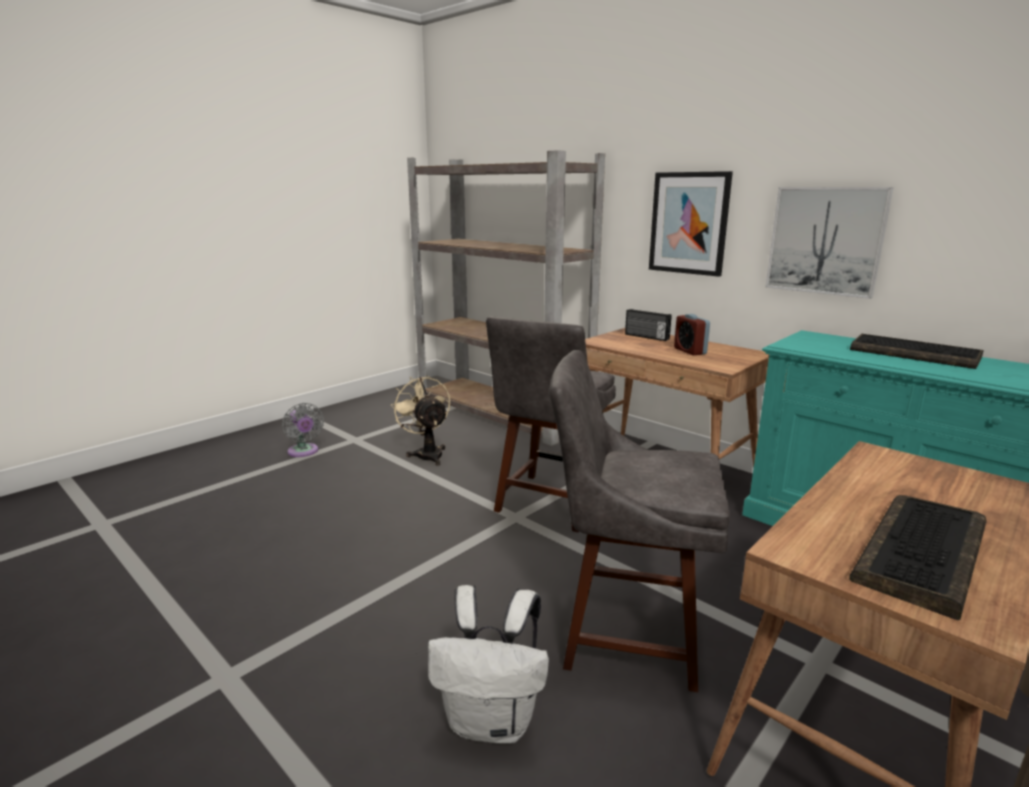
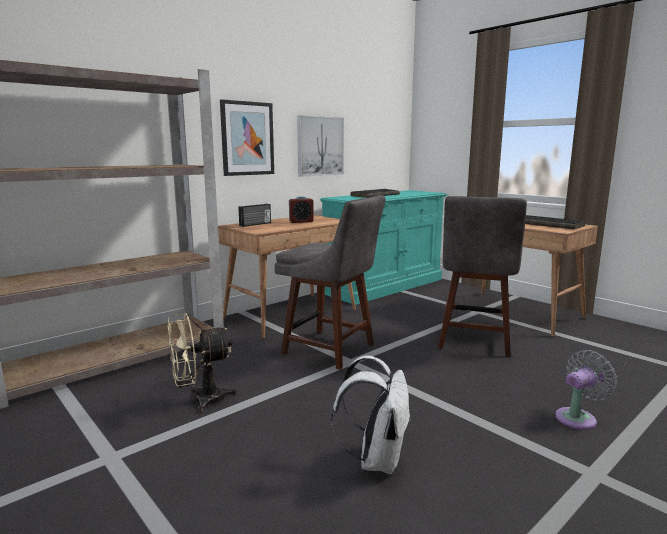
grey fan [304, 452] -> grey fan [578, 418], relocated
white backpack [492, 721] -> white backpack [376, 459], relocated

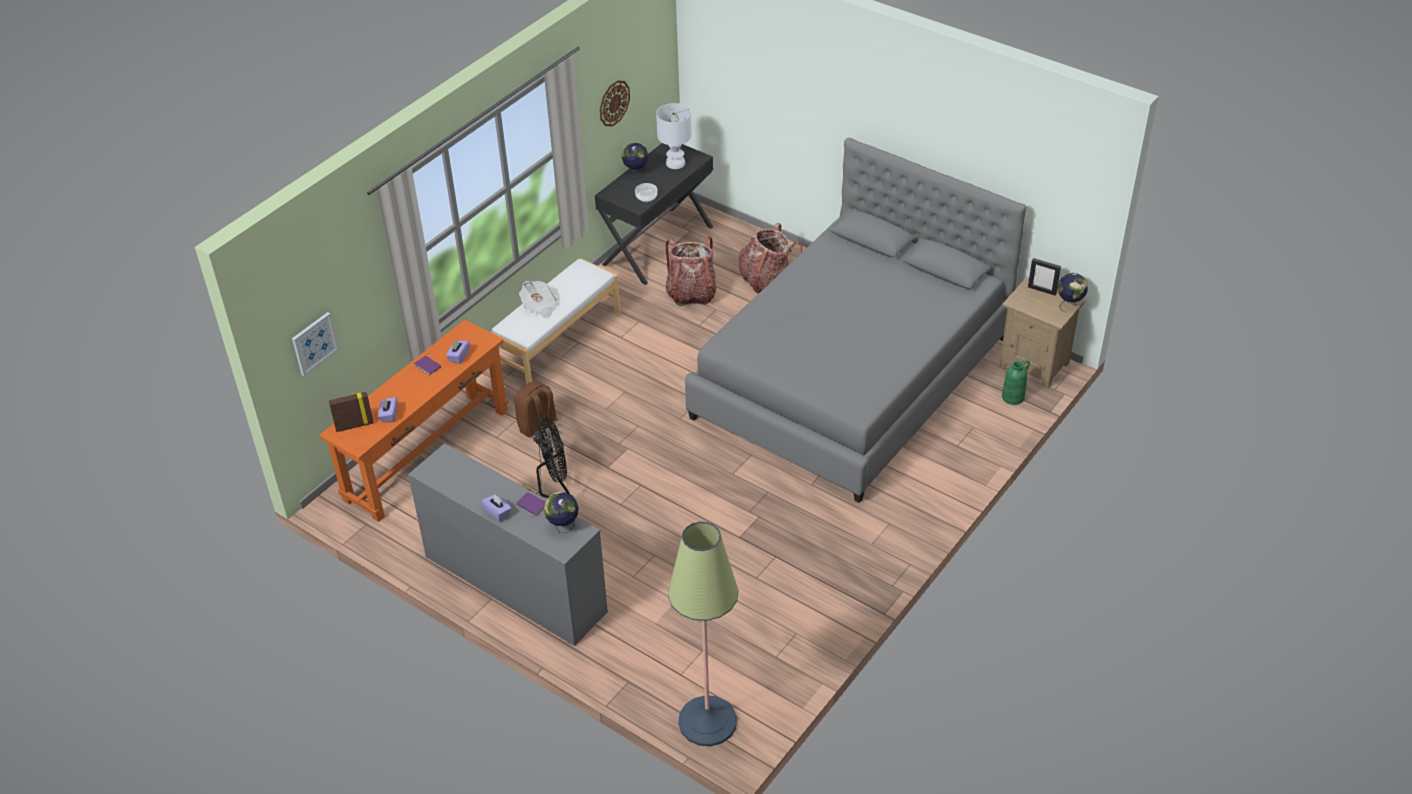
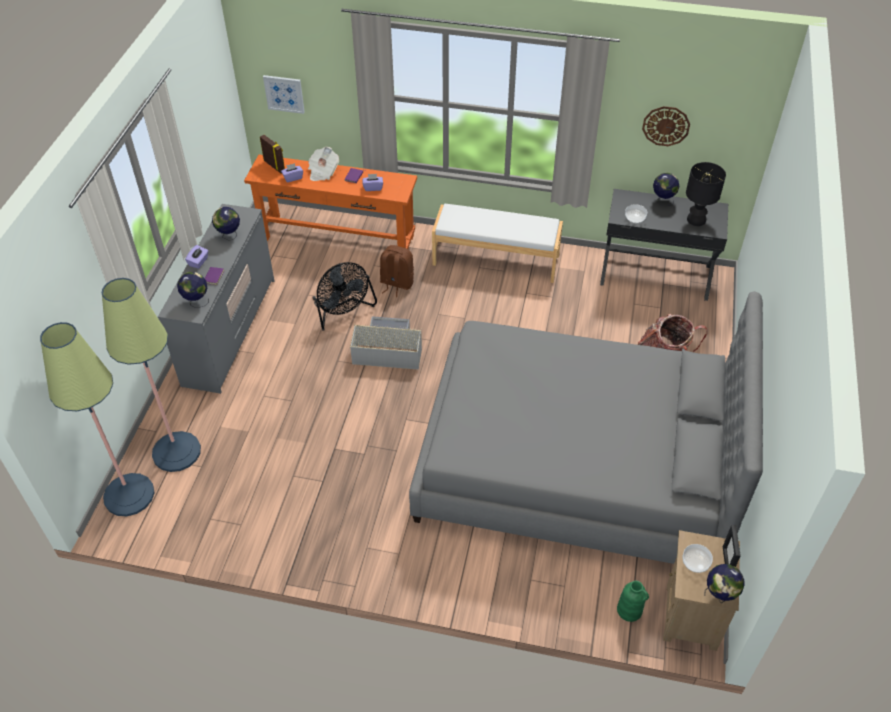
newspaper [540, 307] -> newspaper [323, 172], relocated
white table lamp [675, 163] -> black table lamp [696, 219]
backpack [691, 293] -> none
none -> floor lamp [176, 452]
none -> globe [229, 236]
none -> grey storage box [387, 350]
none -> bowl [695, 562]

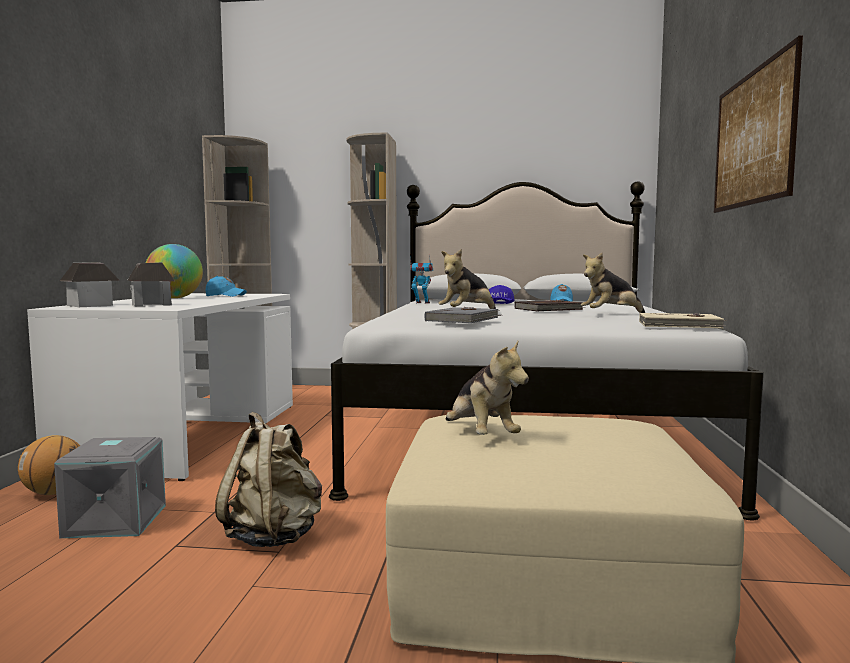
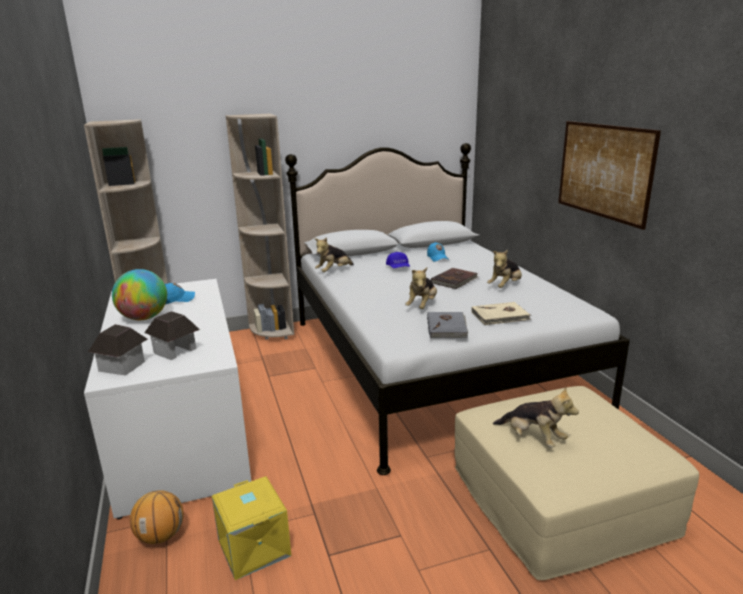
grey storage box [114, 521] -> yellow storage box [252, 548]
beige backpack [274, 537] -> none
toy robot [422, 303] -> plush toy [334, 271]
beige book [680, 325] -> beige book [500, 316], relocated

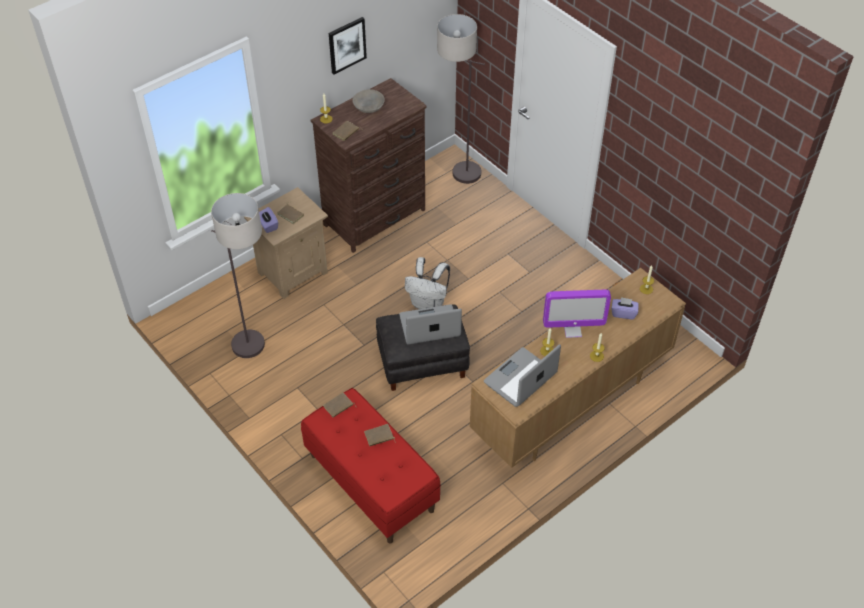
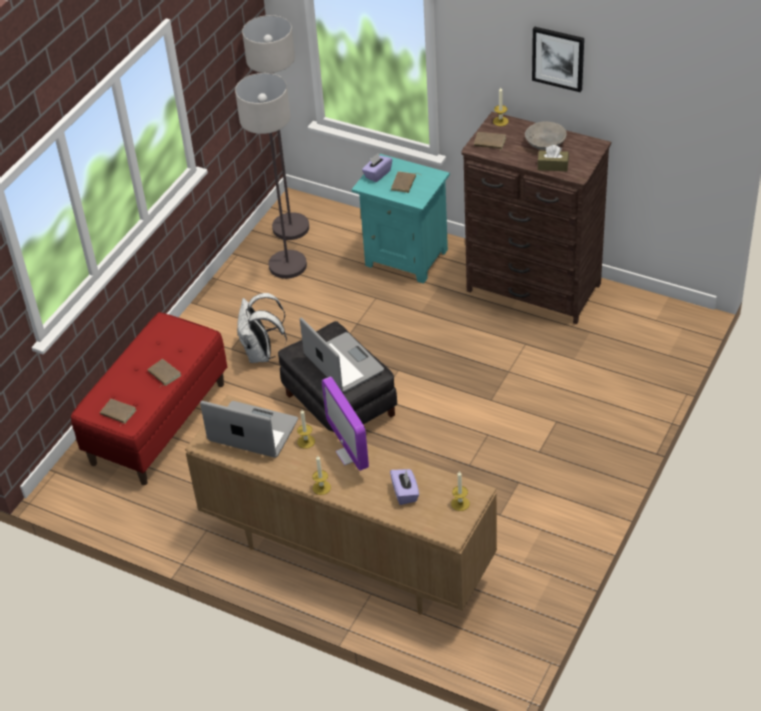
beige nightstand [294, 273] -> turquoise nightstand [406, 259]
brown book [338, 406] -> brown book [117, 413], relocated
white backpack [428, 304] -> white backpack [261, 354], relocated
grey floor lamp [458, 171] -> grey floor lamp [290, 220], relocated
none -> brown tissue box [552, 166]

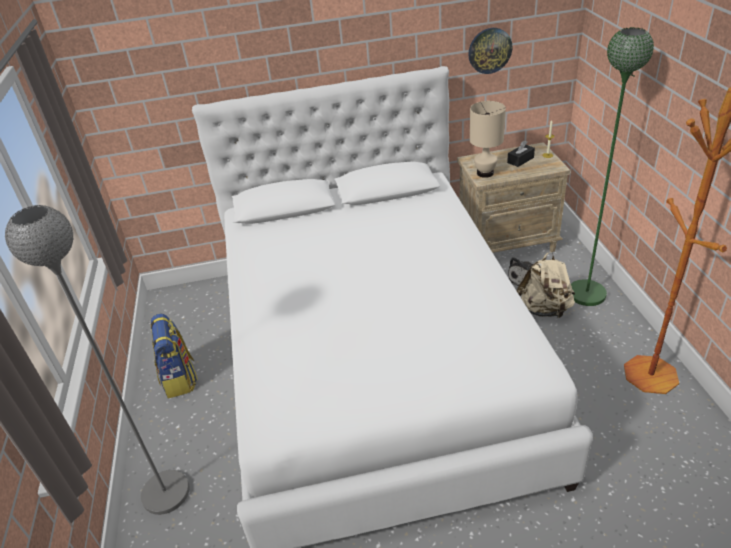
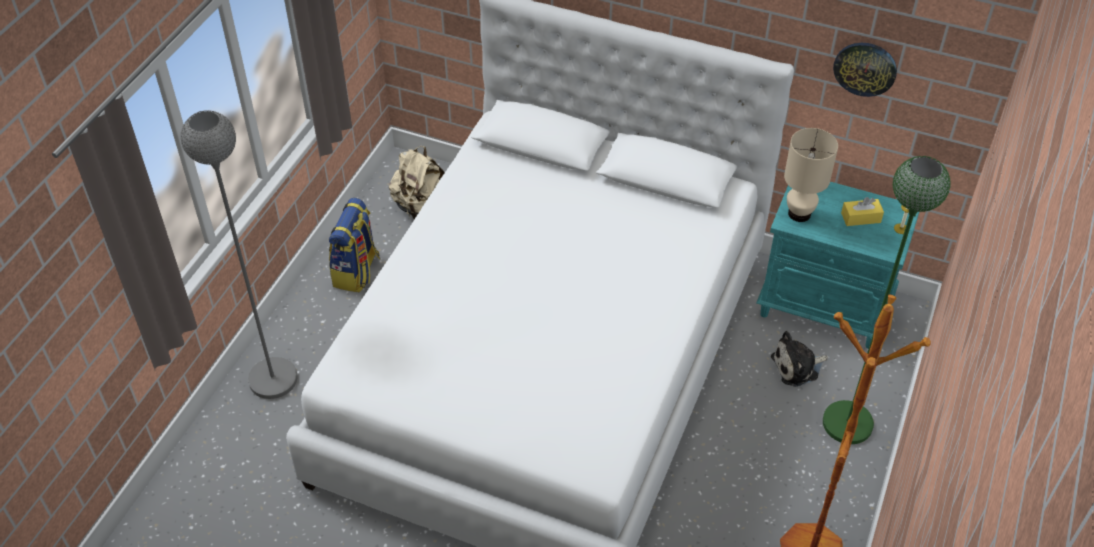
beige nightstand [507, 243] -> turquoise nightstand [825, 306]
black tissue box [520, 160] -> yellow tissue box [860, 218]
beige backpack [544, 309] -> beige backpack [420, 206], relocated

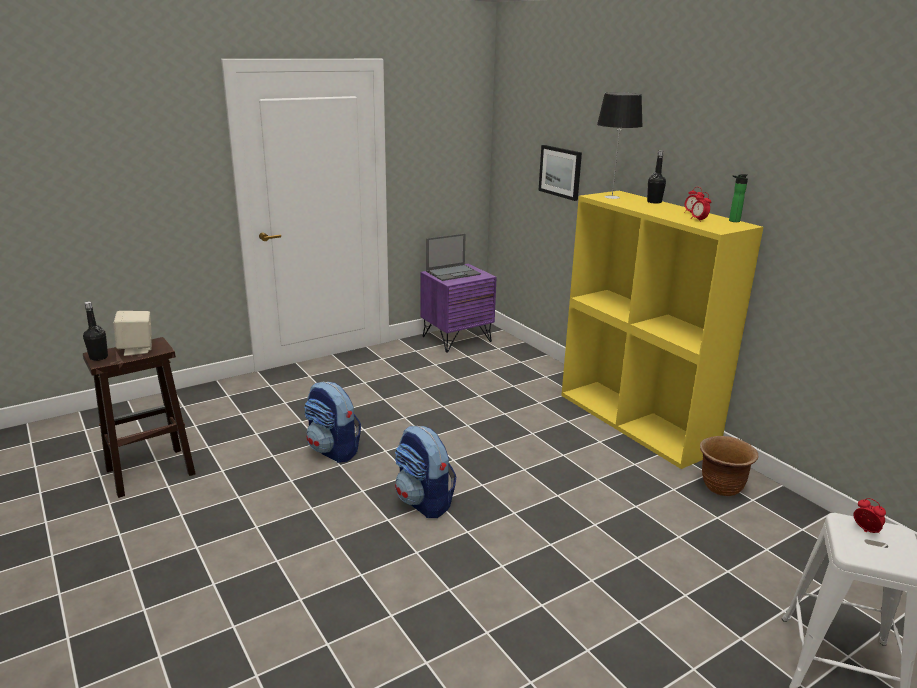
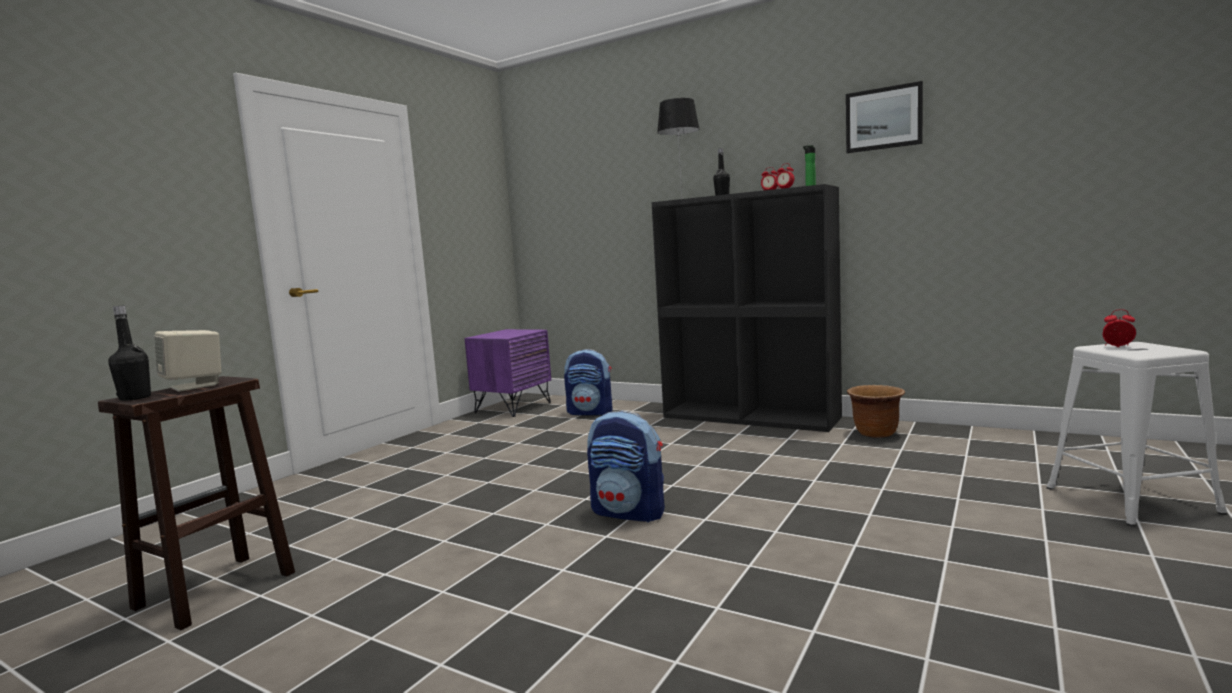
backpack [333, 451] -> backpack [591, 412], relocated
laptop [453, 273] -> none
picture [560, 172] -> picture [883, 118], relocated
yellow bookcase [636, 422] -> black bookcase [751, 417]

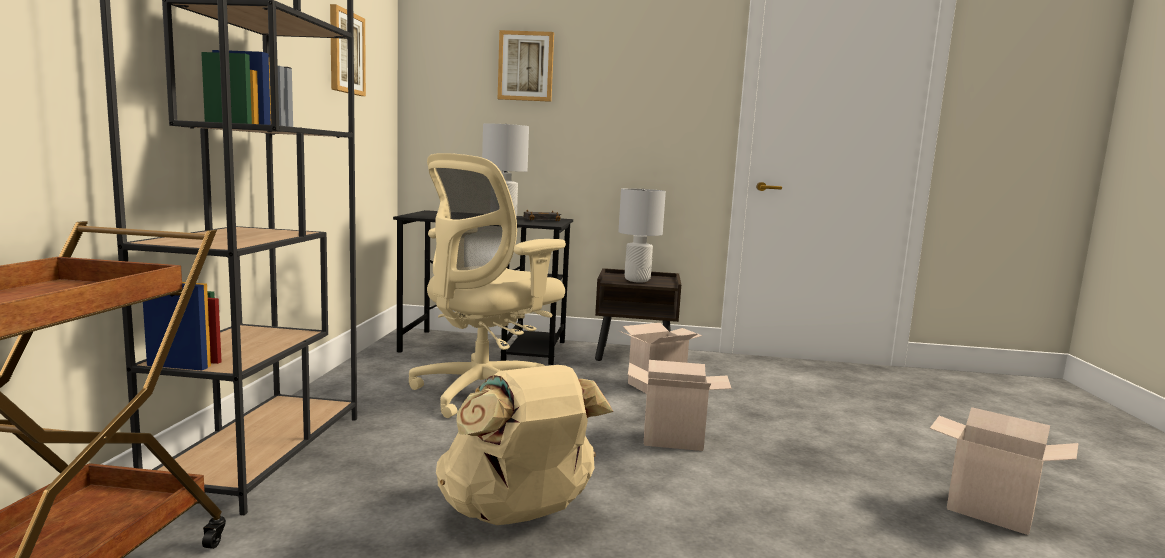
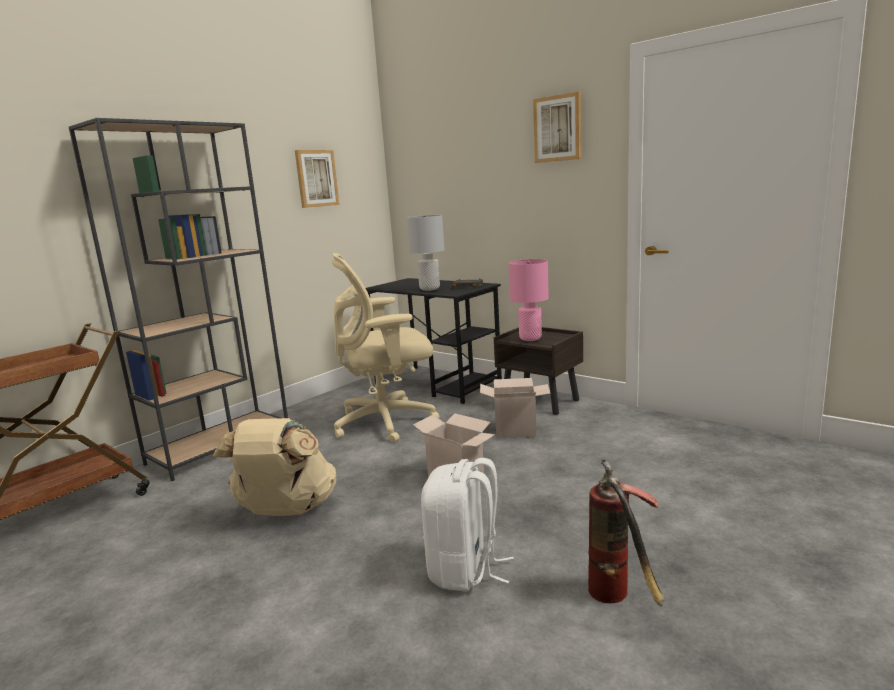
picture [526, 66] -> picture [558, 128], relocated
grey table lamp [637, 281] -> pink table lamp [530, 340]
cardboard box [986, 512] -> fire extinguisher [621, 598]
none -> white backpack [465, 569]

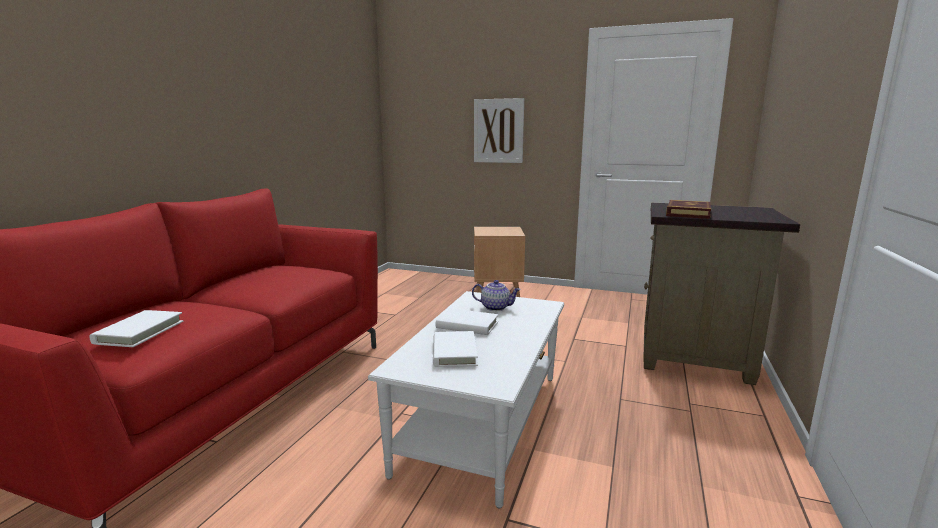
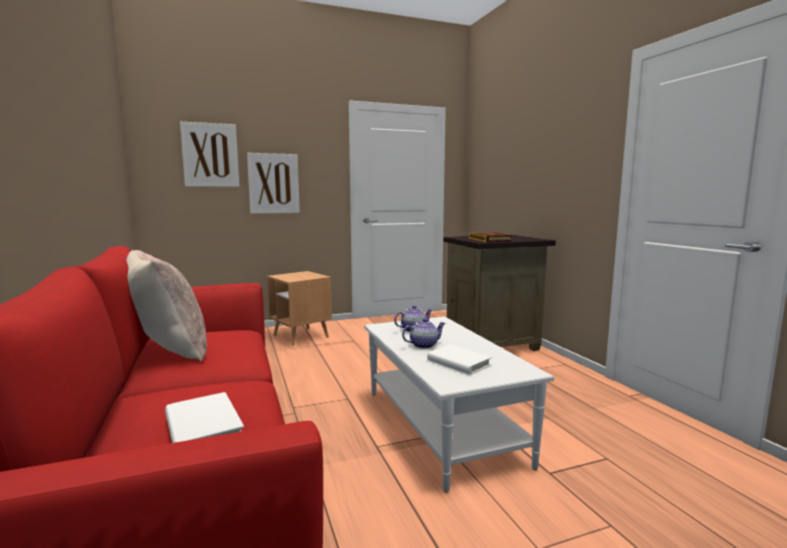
white book [467, 325] -> teapot [423, 345]
none -> beige pillow [168, 350]
none -> picture [210, 155]

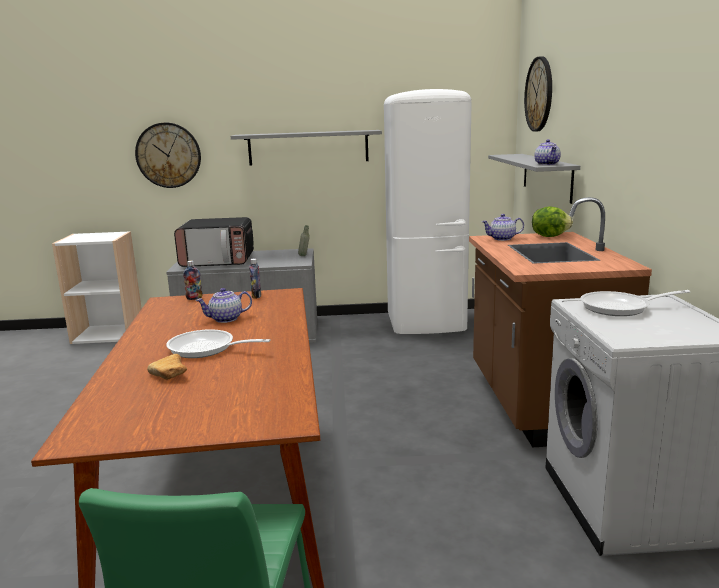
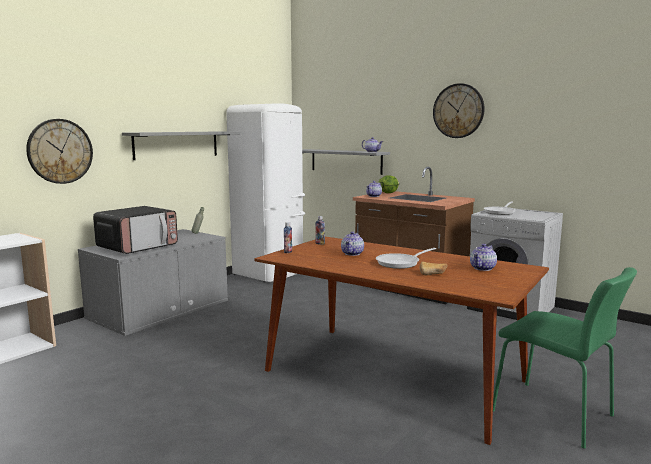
wall clock [539, 94] -> wall clock [458, 111], relocated
none -> teapot [483, 268]

